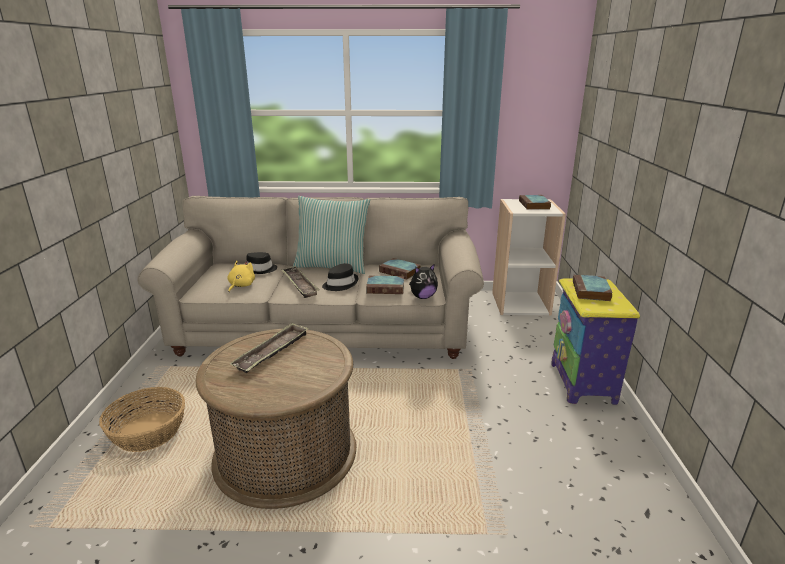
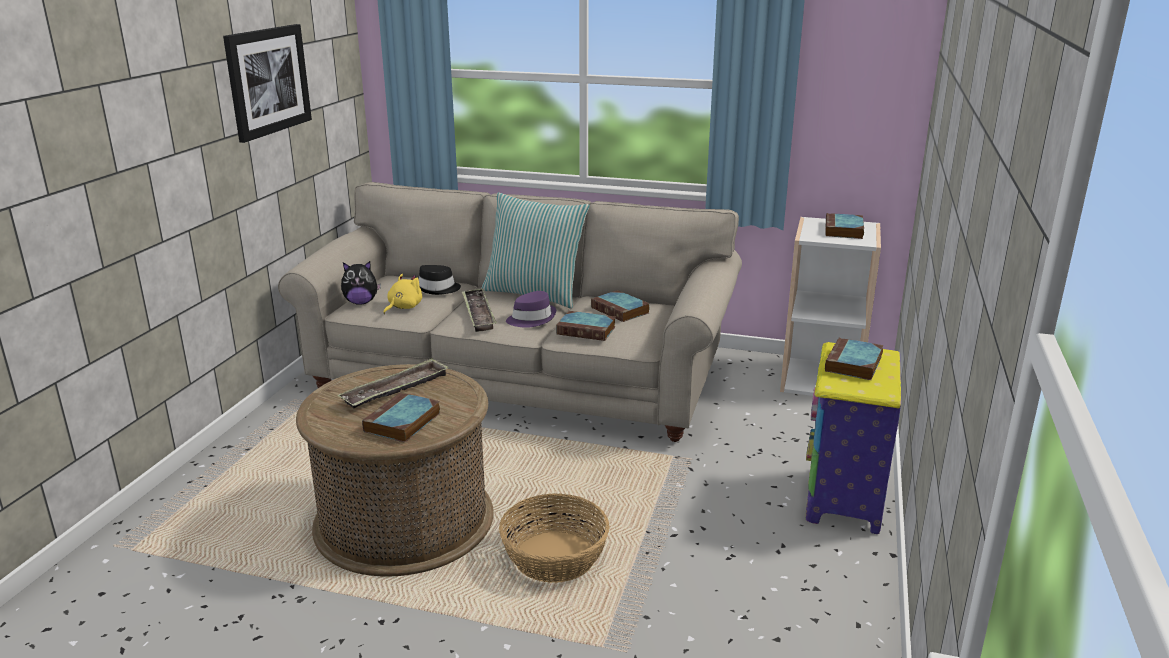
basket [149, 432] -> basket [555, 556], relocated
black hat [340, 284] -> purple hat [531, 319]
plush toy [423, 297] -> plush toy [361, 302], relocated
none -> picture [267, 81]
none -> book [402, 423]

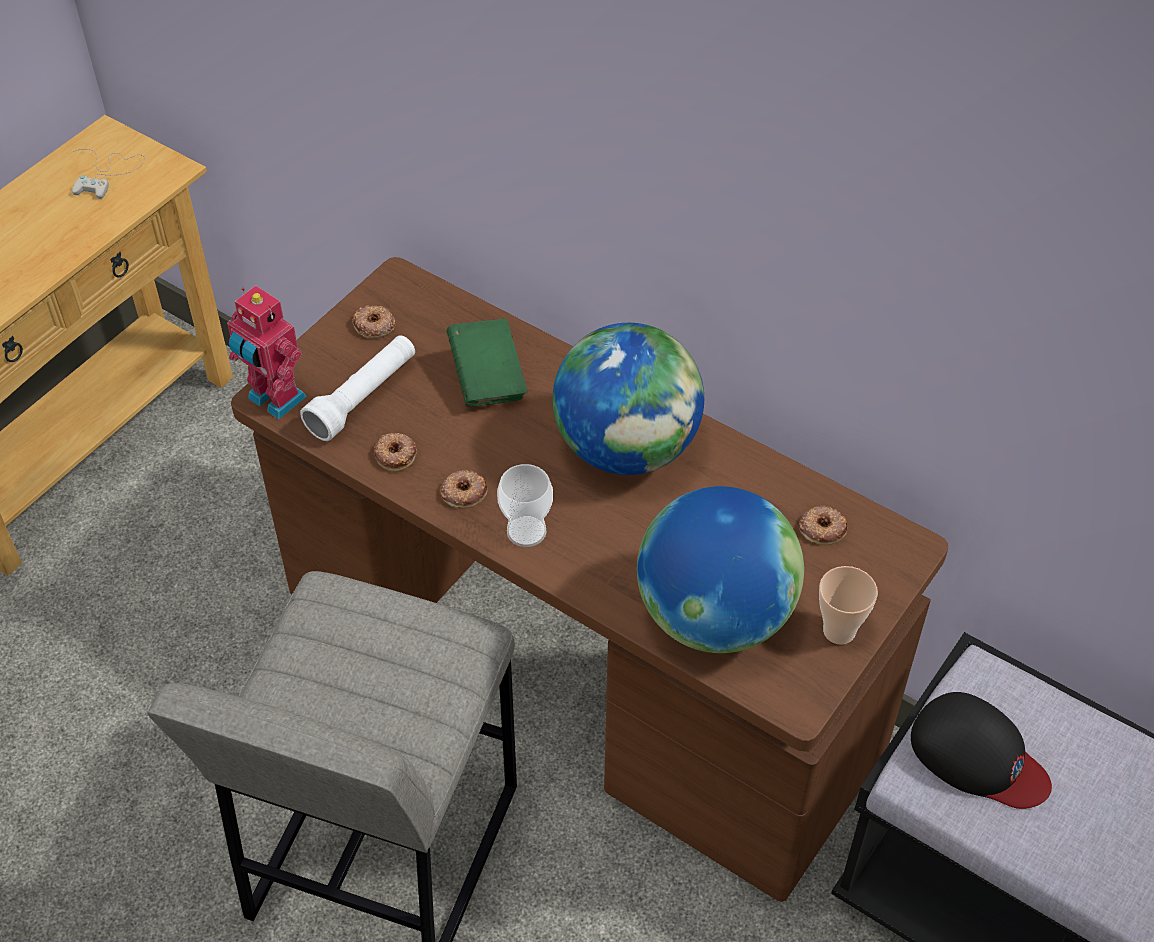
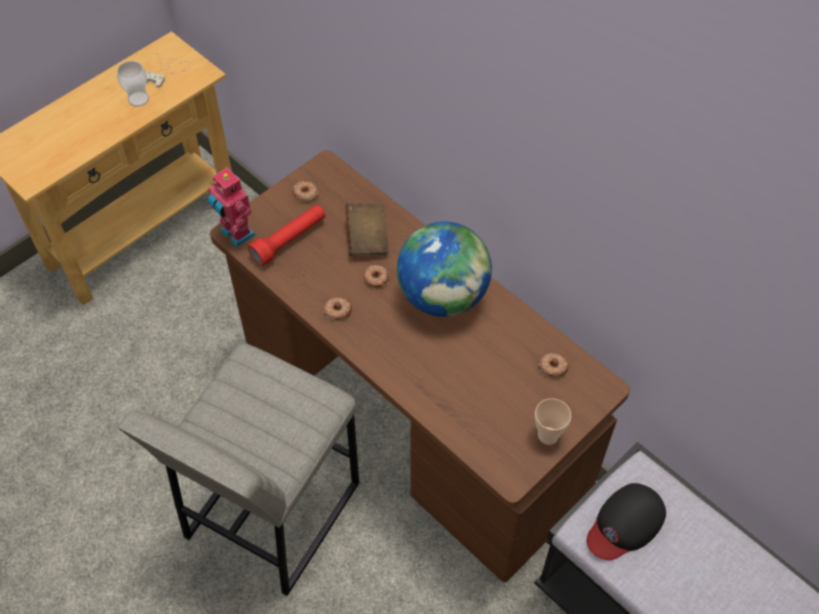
white flashlight [363, 398] -> red flashlight [289, 240]
donut [396, 454] -> donut [376, 278], relocated
green book [487, 378] -> brown book [367, 238]
cup [526, 531] -> cup [138, 99], relocated
globe [713, 616] -> none
black cap [978, 756] -> black cap [625, 524], 90 degrees clockwise

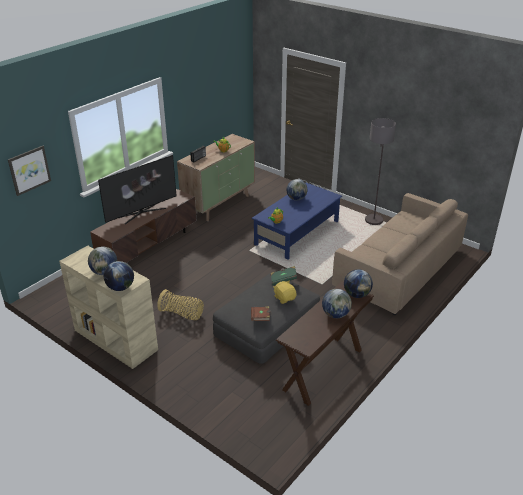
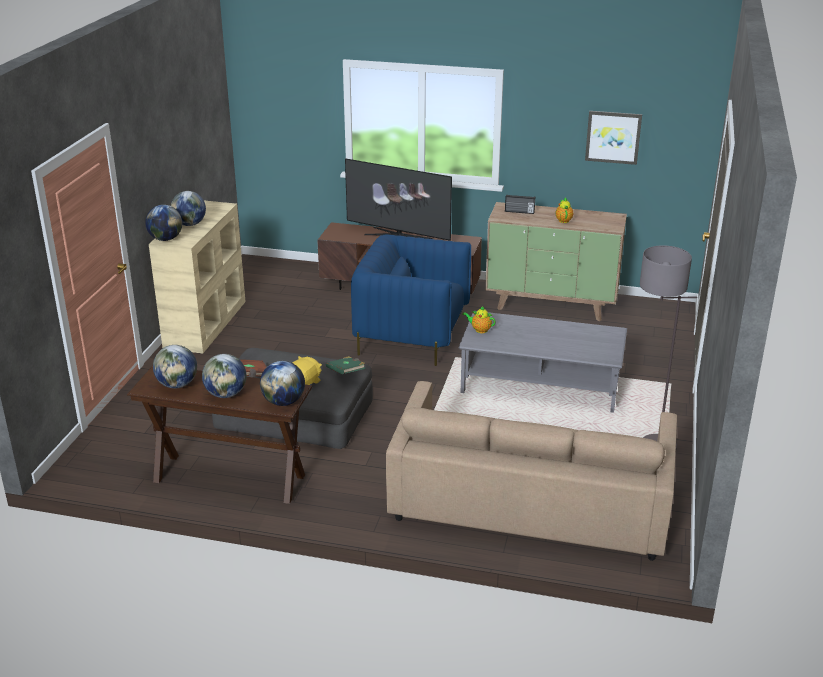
picture [29, 170] -> picture [613, 137], relocated
basket [182, 314] -> none
blue coffee table [297, 233] -> grey coffee table [539, 384]
globe [296, 199] -> globe [177, 385], relocated
none -> blue armchair [410, 335]

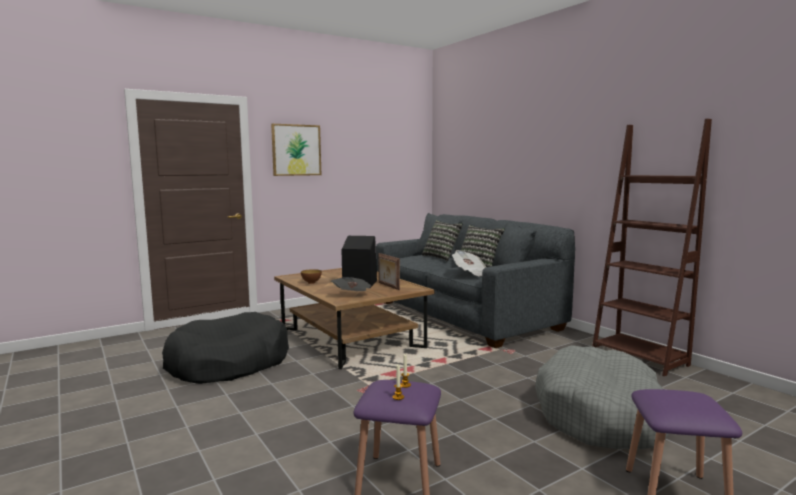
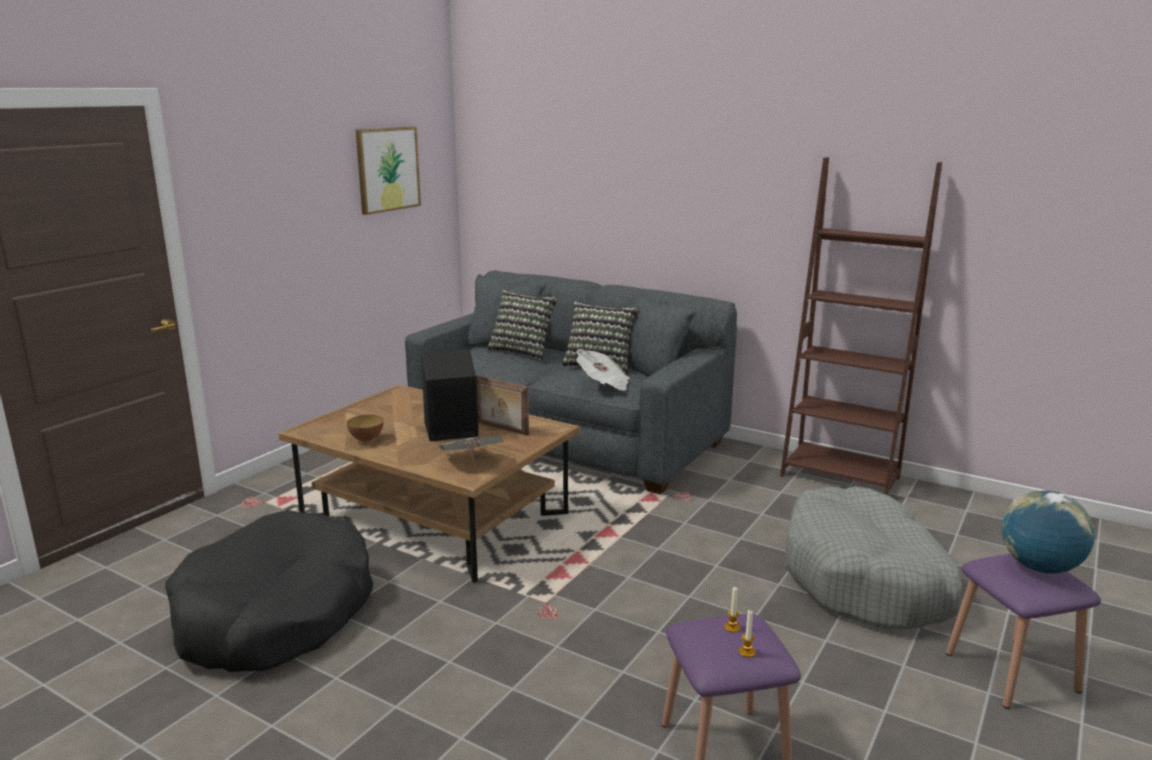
picture [296, 150] -> picture [388, 169], relocated
none -> globe [1039, 567]

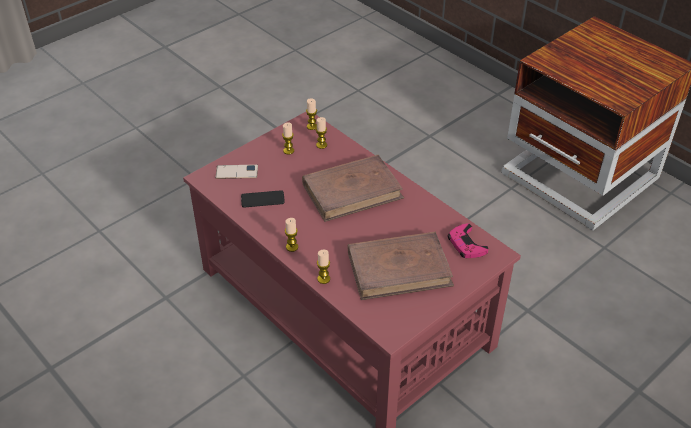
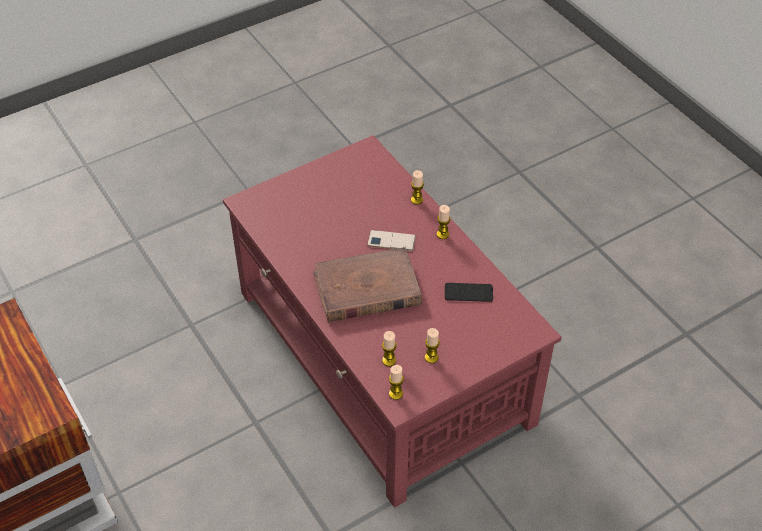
phone [237, 172] -> phone [391, 241], relocated
brown book [399, 269] -> none
pink game controller [466, 245] -> none

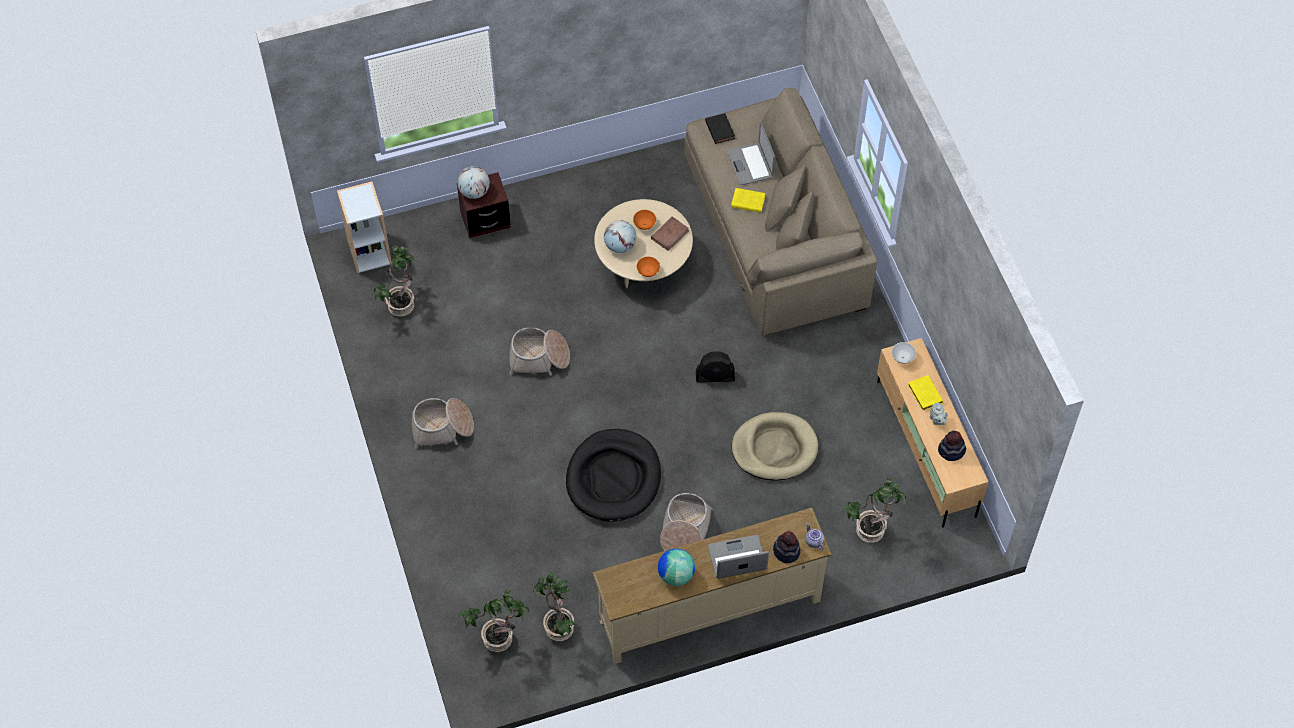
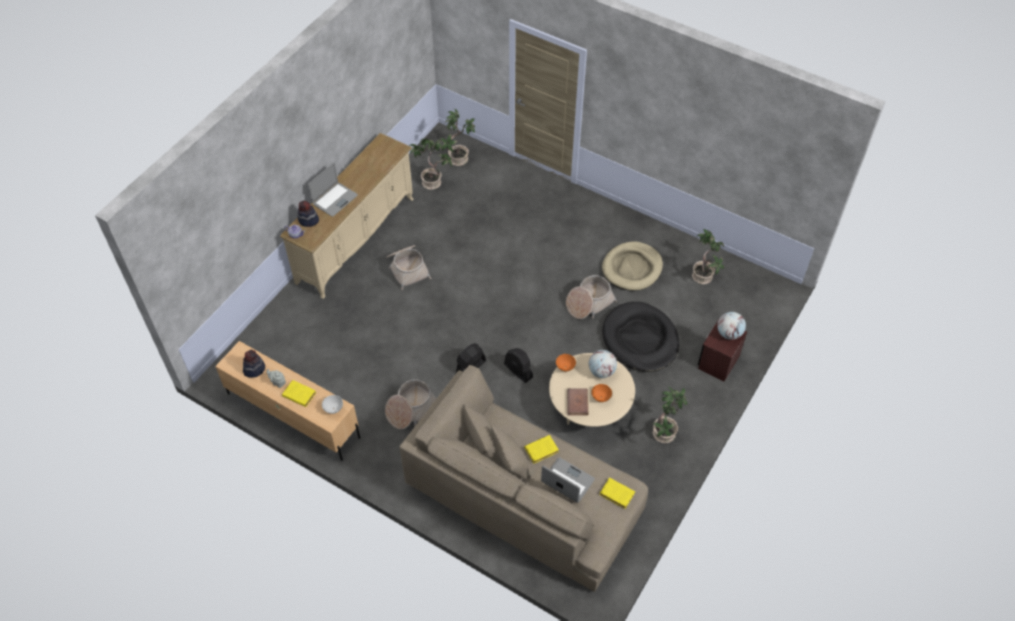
bookcase [369, 251] -> none
basket [442, 428] -> basket [411, 409], relocated
black dog bed [613, 478] -> black dog bed [640, 339], relocated
globe [675, 575] -> none
black book [719, 129] -> yellow book [618, 494]
beige dog bed [774, 448] -> beige dog bed [632, 268], relocated
potted plant [870, 529] -> potted plant [664, 434], relocated
none -> black fan [518, 370]

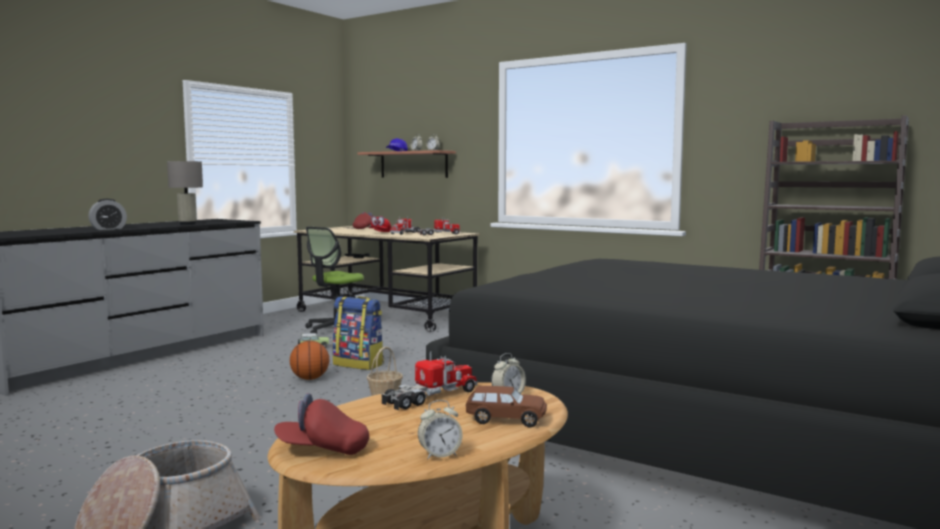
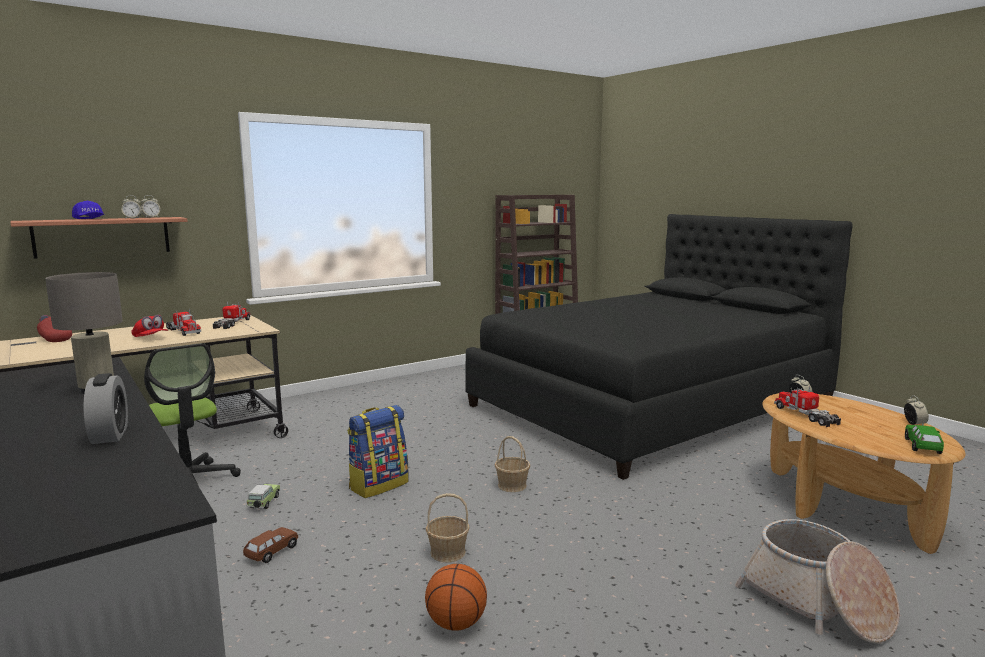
red cap [322, 449] -> green toy car [922, 446]
basketball [310, 379] -> basketball [456, 623], relocated
brown toy car [506, 419] -> brown toy car [272, 552], relocated
none -> basket [447, 552]

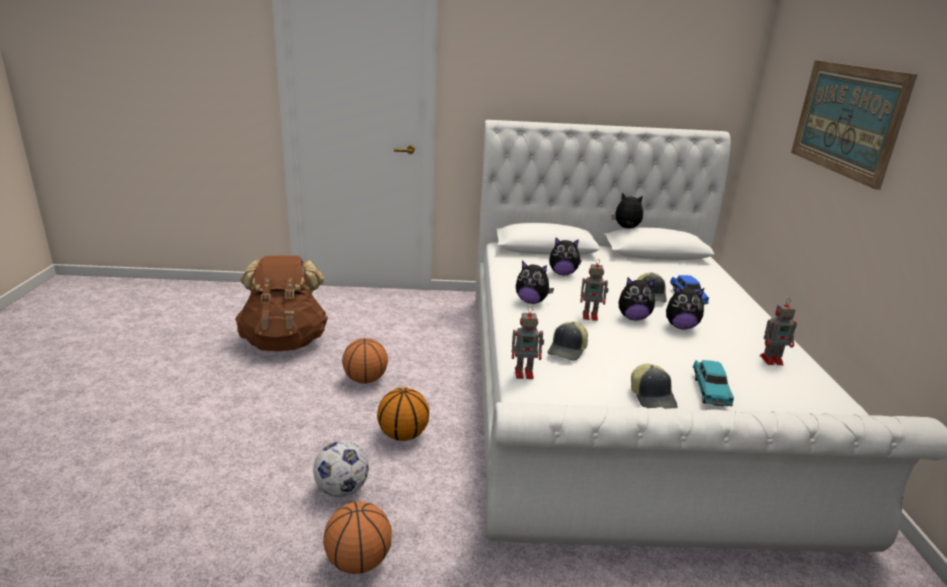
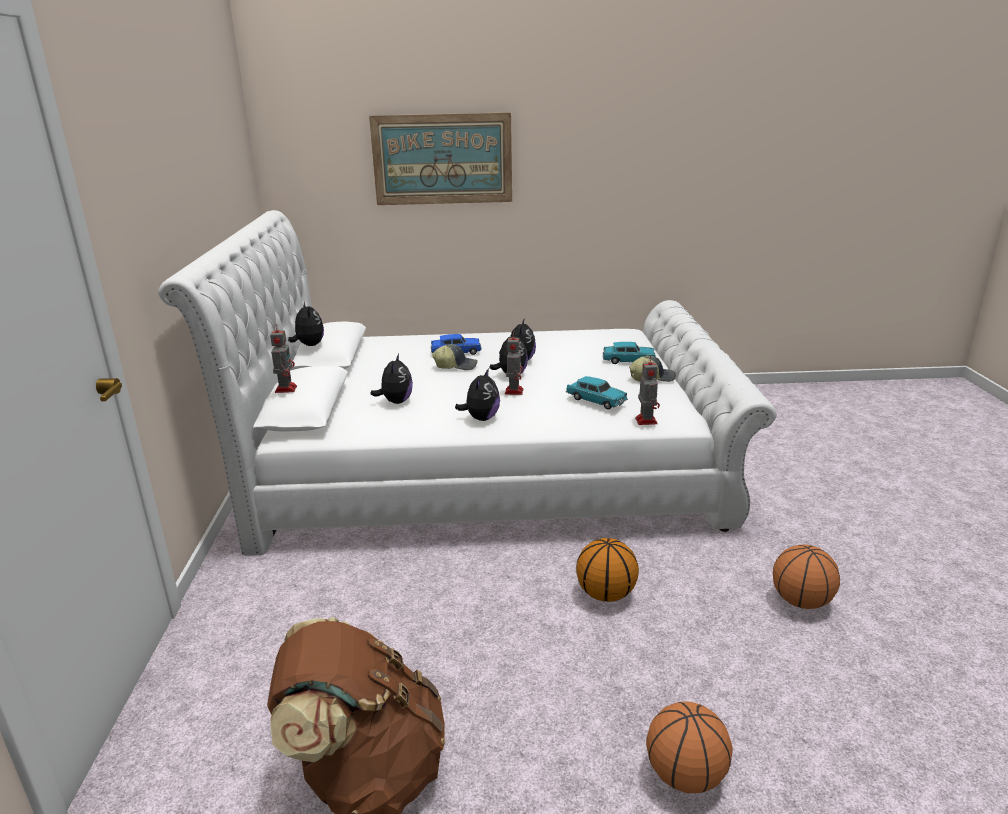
football [342, 490] -> none
basketball [365, 380] -> basketball [685, 776], relocated
cap [568, 350] -> turquoise toy car [596, 401]
plush toy [626, 228] -> plush toy [309, 345], 135 degrees clockwise
toy robot [772, 360] -> toy robot [286, 388], relocated

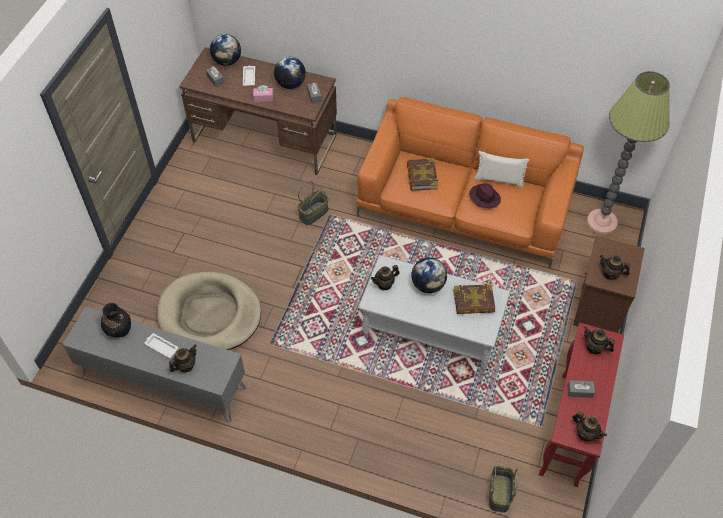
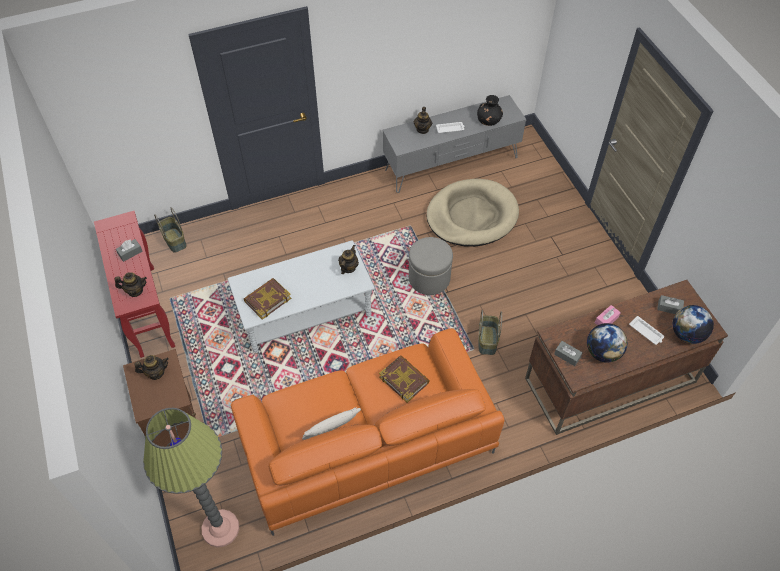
globe [428, 285] -> none
purple hat [484, 197] -> none
teapot [585, 433] -> none
none -> grey ottoman [429, 278]

